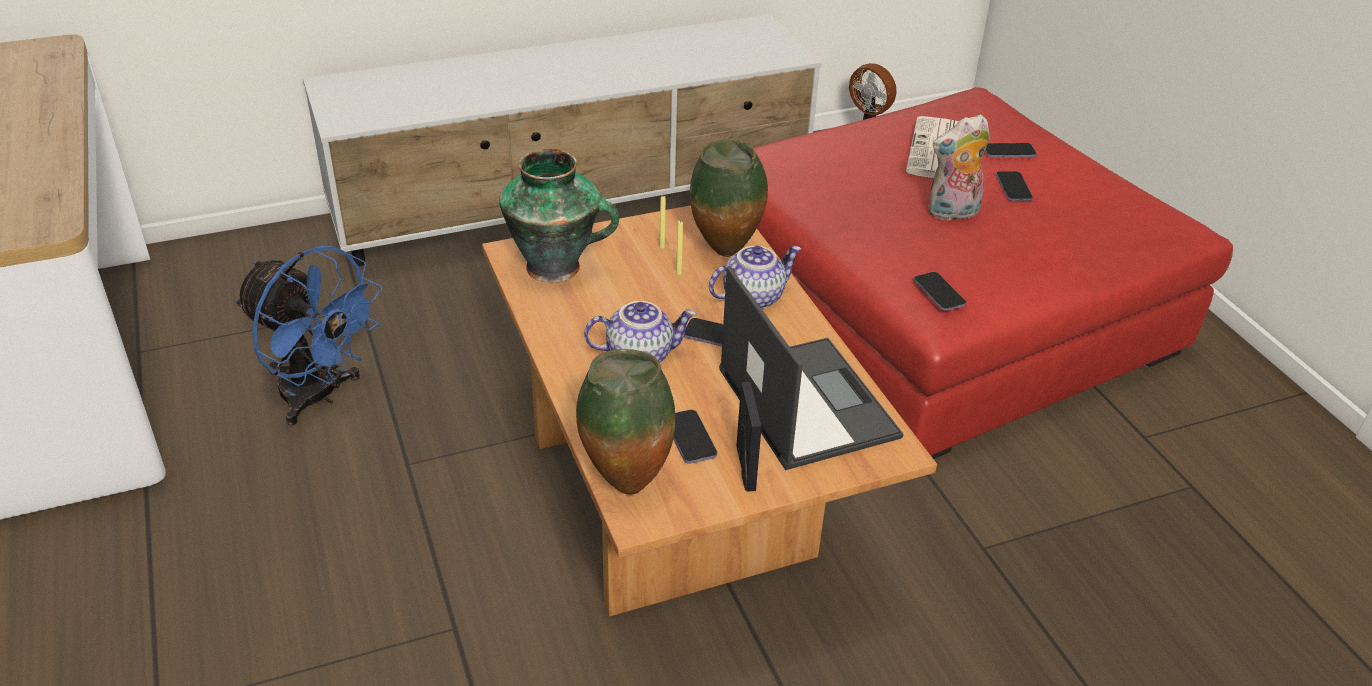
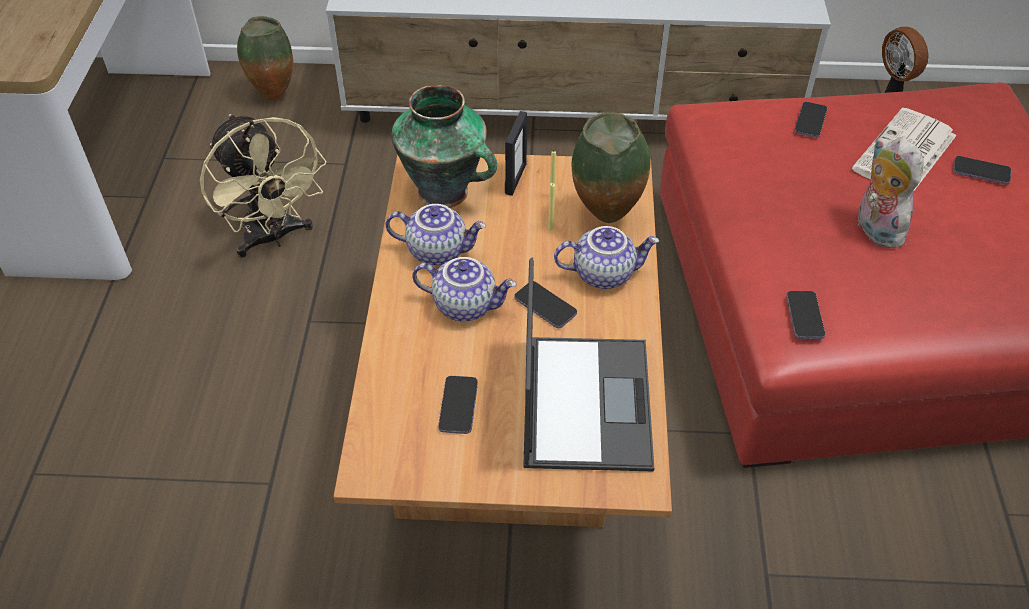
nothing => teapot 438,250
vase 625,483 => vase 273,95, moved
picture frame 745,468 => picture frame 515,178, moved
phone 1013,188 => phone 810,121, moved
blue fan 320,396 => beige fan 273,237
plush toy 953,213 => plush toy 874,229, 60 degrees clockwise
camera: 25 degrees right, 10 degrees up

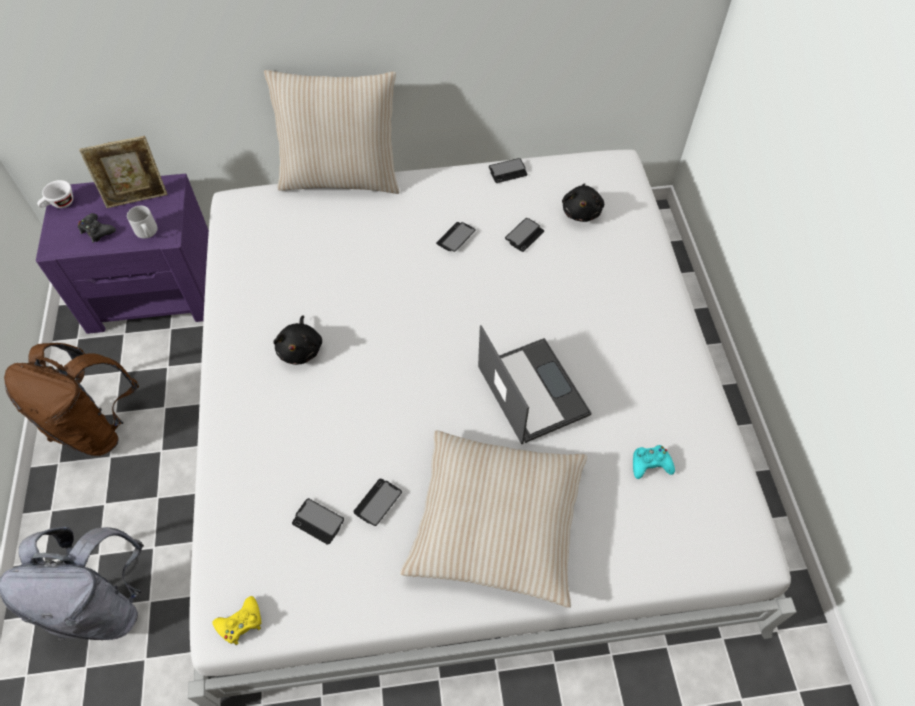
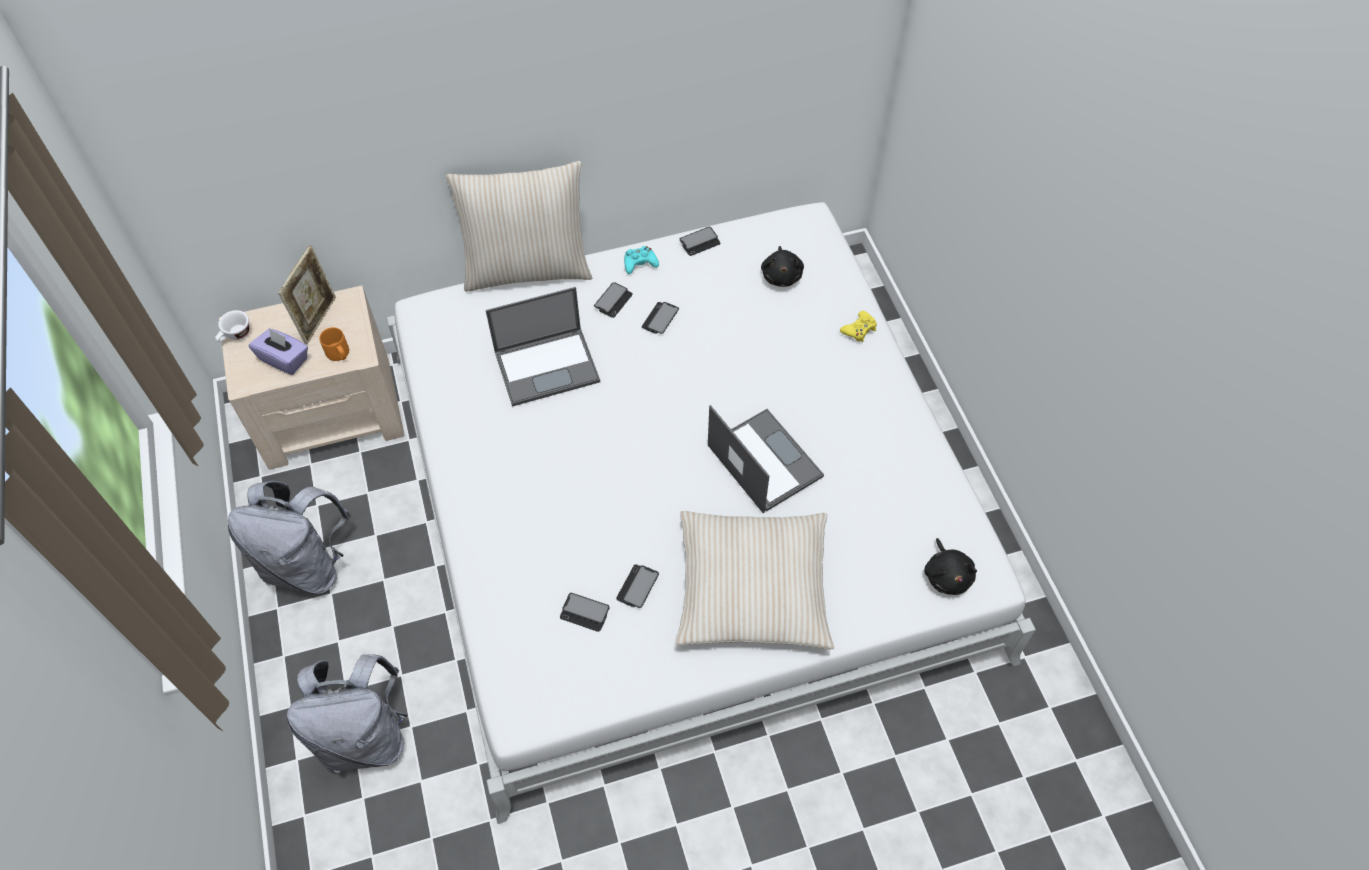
nothing => laptop 548,366
yellow game controller 241,623 => yellow game controller 859,330, moved
black plush toy 301,349 => black plush toy 947,575, moved
phone 524,235 => phone 613,301, moved
turquoise game controller 650,464 => turquoise game controller 640,263, moved
black game controller 97,231 => purple tissue box 285,359
brown backpack 97,426 => grey backpack 308,565
purple nightstand 154,290 => beige nightstand 331,413
grey mug 147,232 => orange mug 339,354
picture frame 137,199 => picture frame 318,319, 45 degrees counterclockwise
camera: 10 degrees left, 0 degrees up

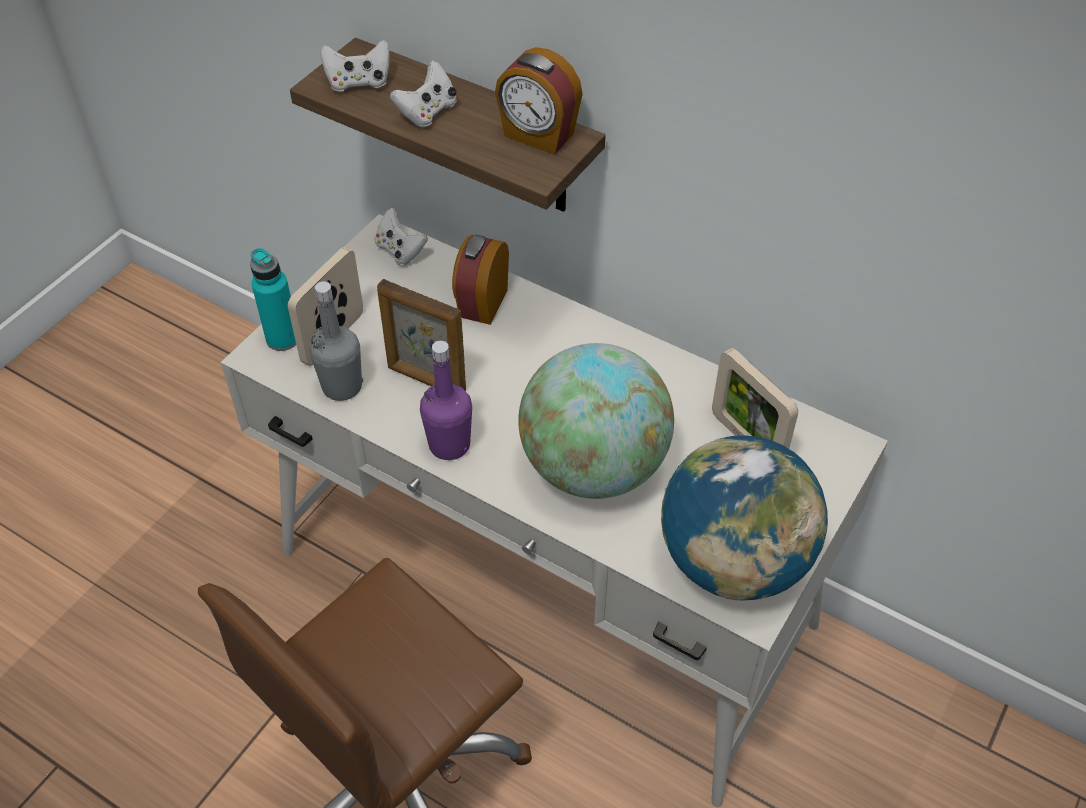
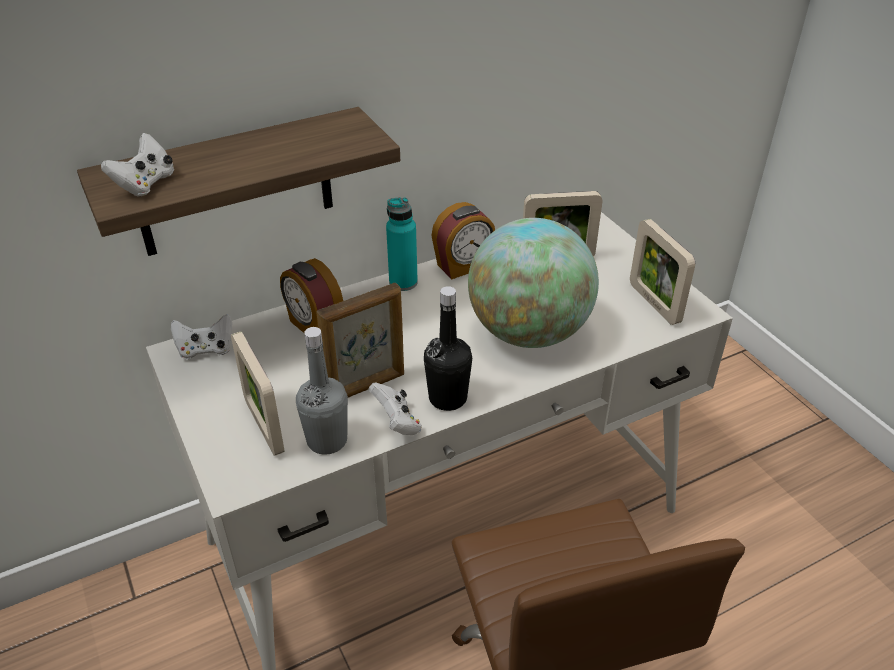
turquoise bottle 283,339 => turquoise bottle 403,282, moved
white game controller 427,112 => white game controller 397,423, moved
alarm clock 538,136 => alarm clock 463,266, moved
globe 733,562 => picture frame 654,303
purple bottle 449,445 => black bottle 447,398
camera: 60 degrees left, 10 degrees down

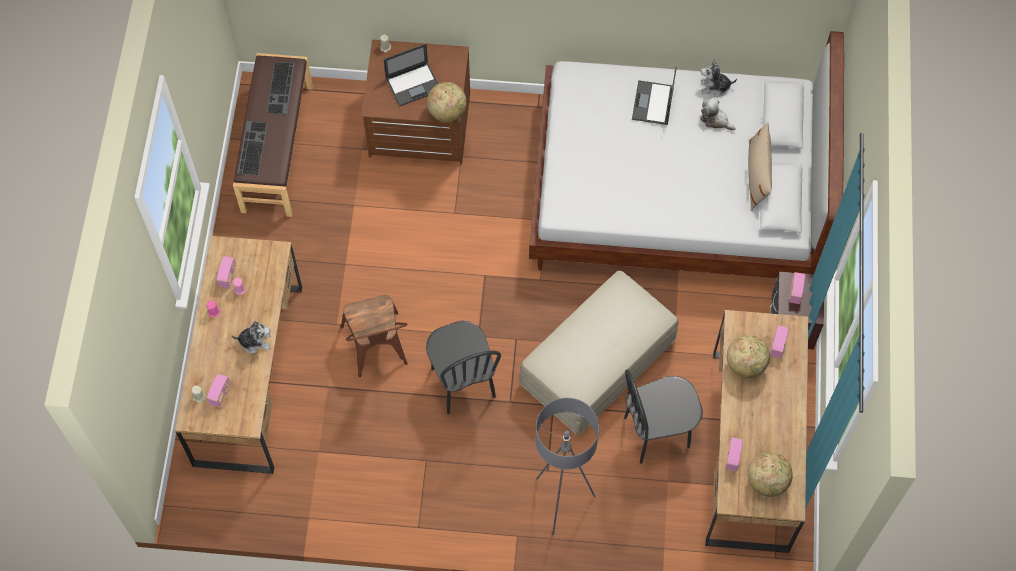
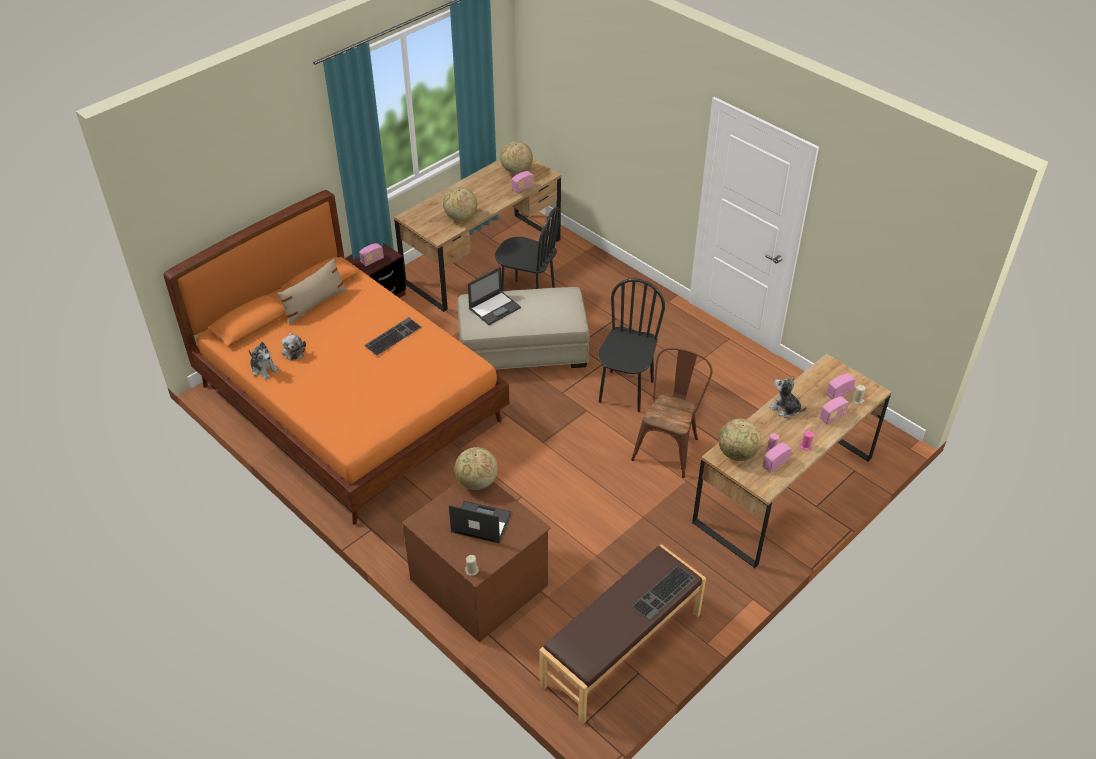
grey floor lamp 560,502 => nothing
nothing => globe 737,454
keyboard 281,88 => keyboard 393,335, moved
laptop 653,103 => laptop 495,308, moved
radio 777,345 => radio 832,416, moved
white bed 676,194 => orange bed 351,405
camera: 140 degrees left, 20 degrees down

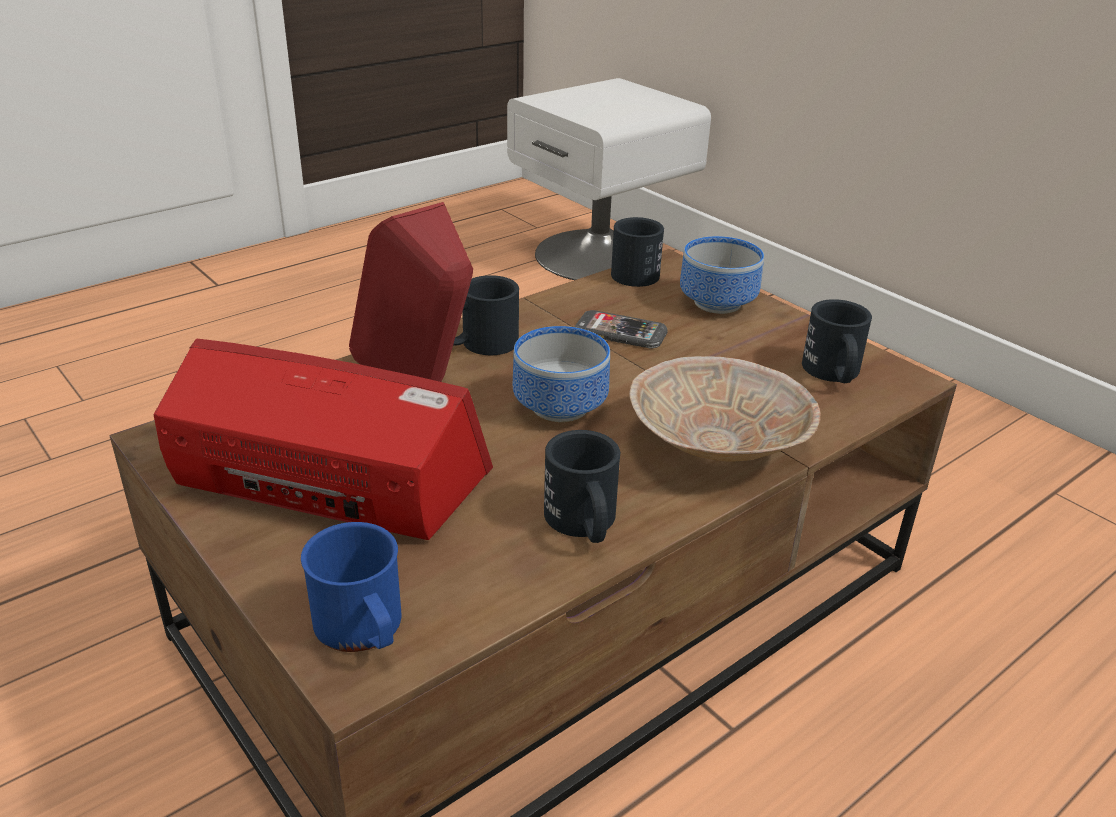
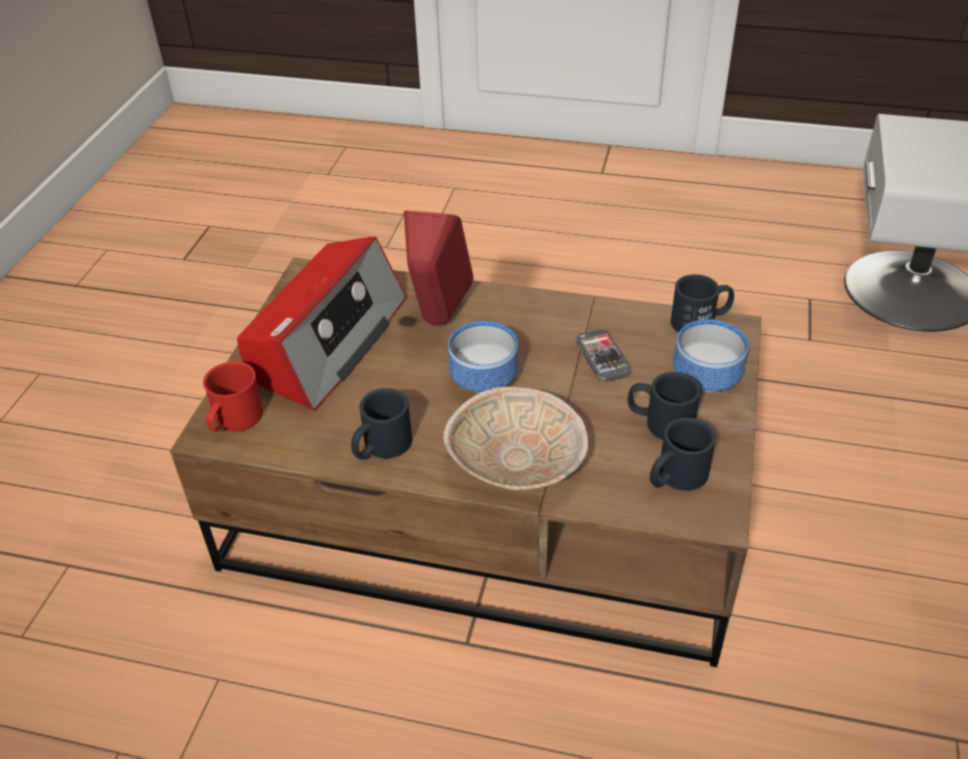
black mug 479,345 => black mug 659,422, moved
blue mug 364,630 => red mug 234,420
radio 327,480 => radio 327,341, 45 degrees clockwise
camera: 55 degrees right, 10 degrees up

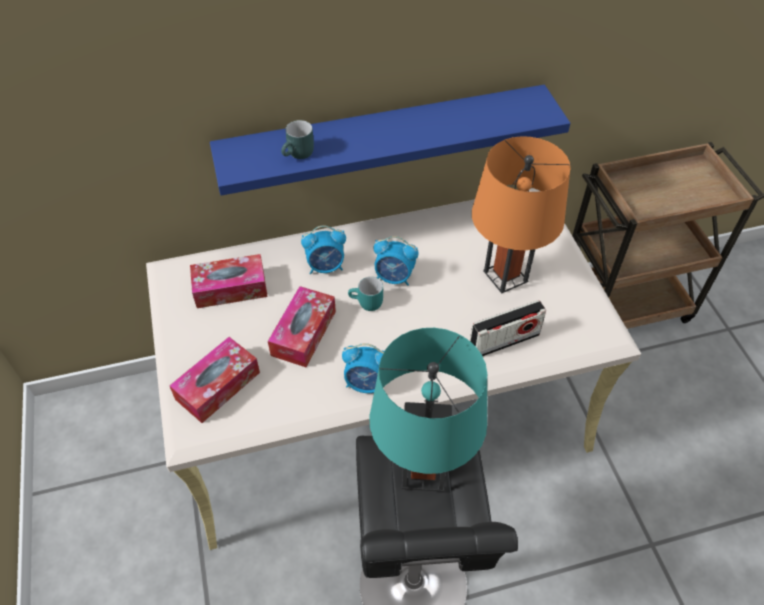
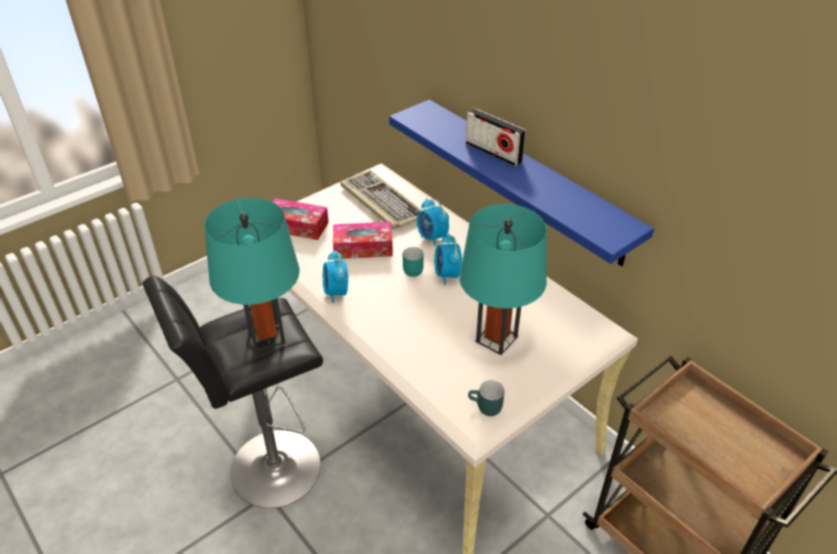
turquoise mug 299,155 => turquoise mug 485,408, moved
radio 504,341 => radio 493,152, moved
tissue box 230,288 => keyboard 380,202
orange table lamp 505,276 => turquoise table lamp 496,339
camera: 65 degrees right, 10 degrees down

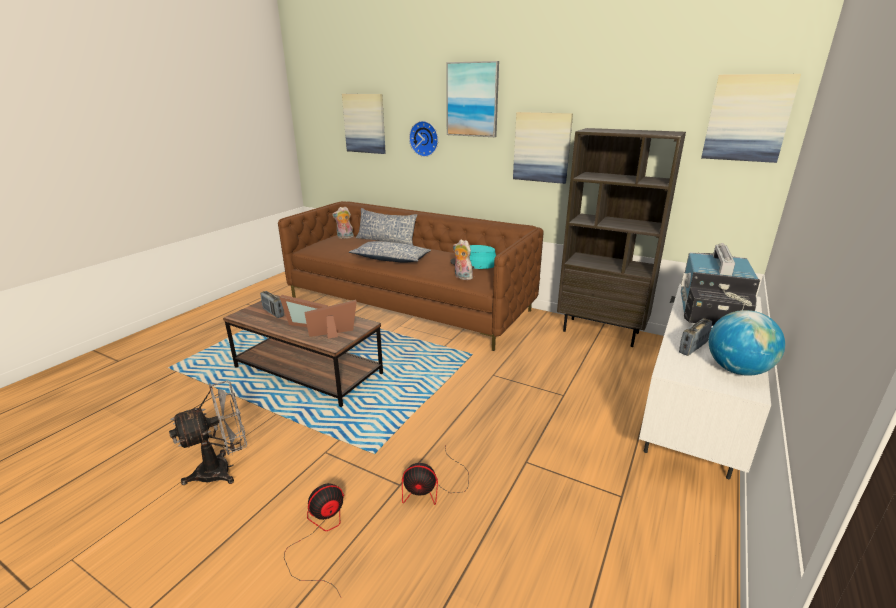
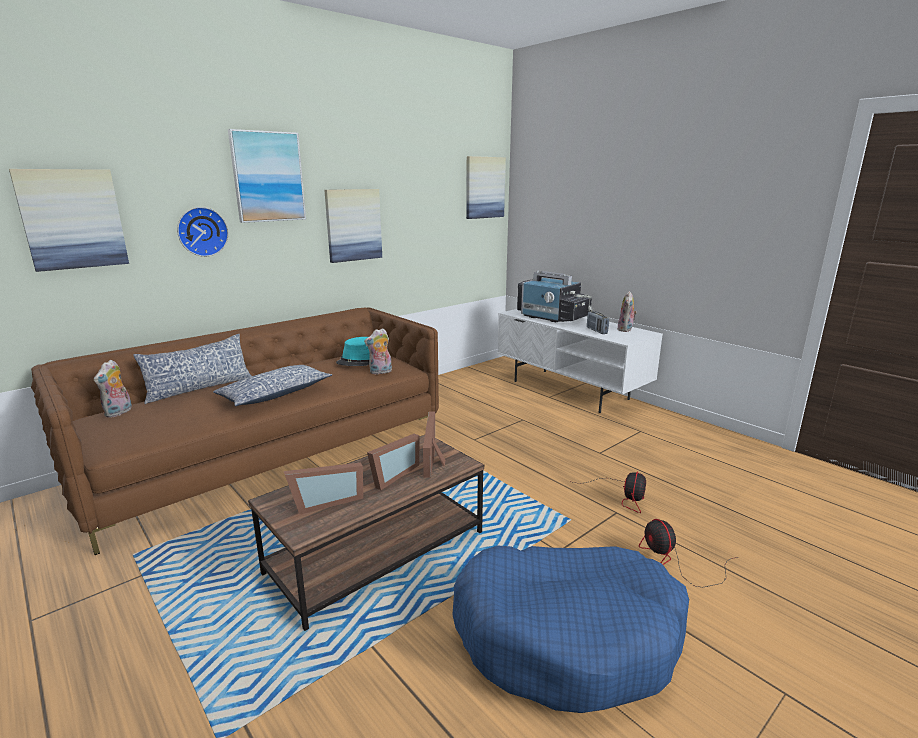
brown bookcase 601,331 => nothing
grey fan 223,469 => blue dog bed 568,636
radio 273,313 => picture frame 326,501
globe 737,370 => plush toy 626,329
camera: 70 degrees left, 5 degrees down

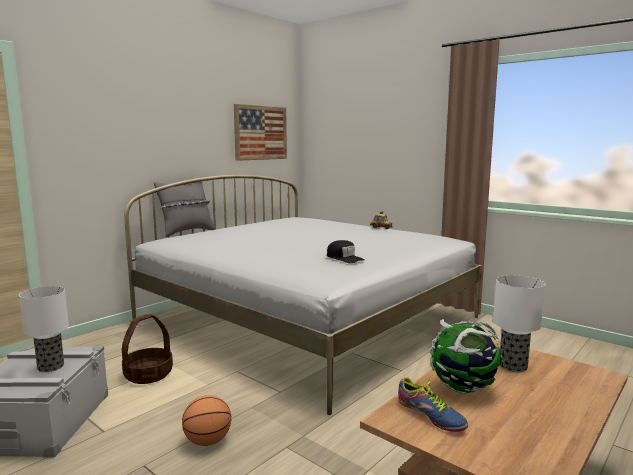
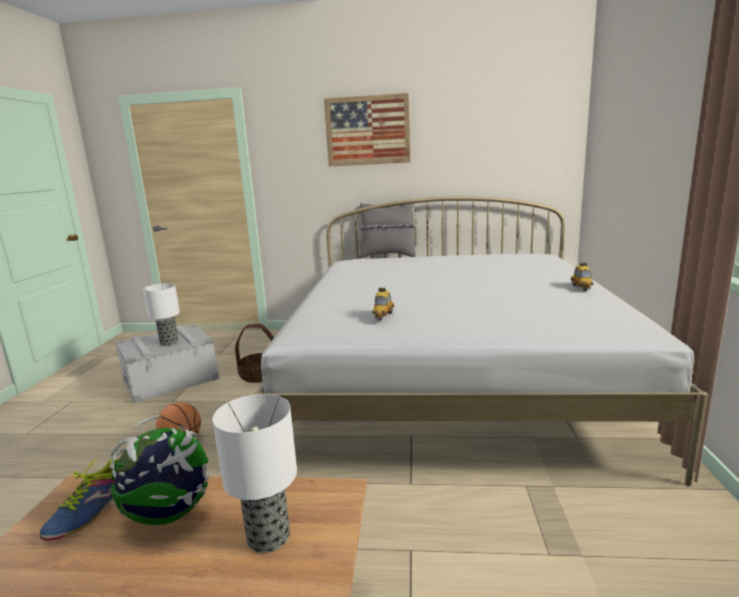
picture 261,132 => picture 368,130, moved
black cap 344,258 => toy car 383,316
camera: 55 degrees right, 5 degrees up

